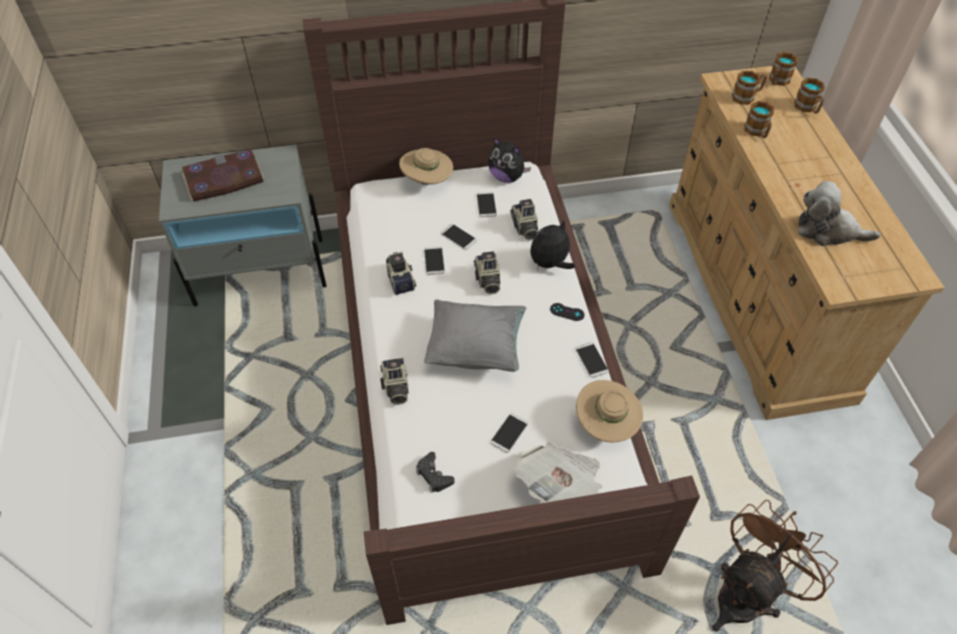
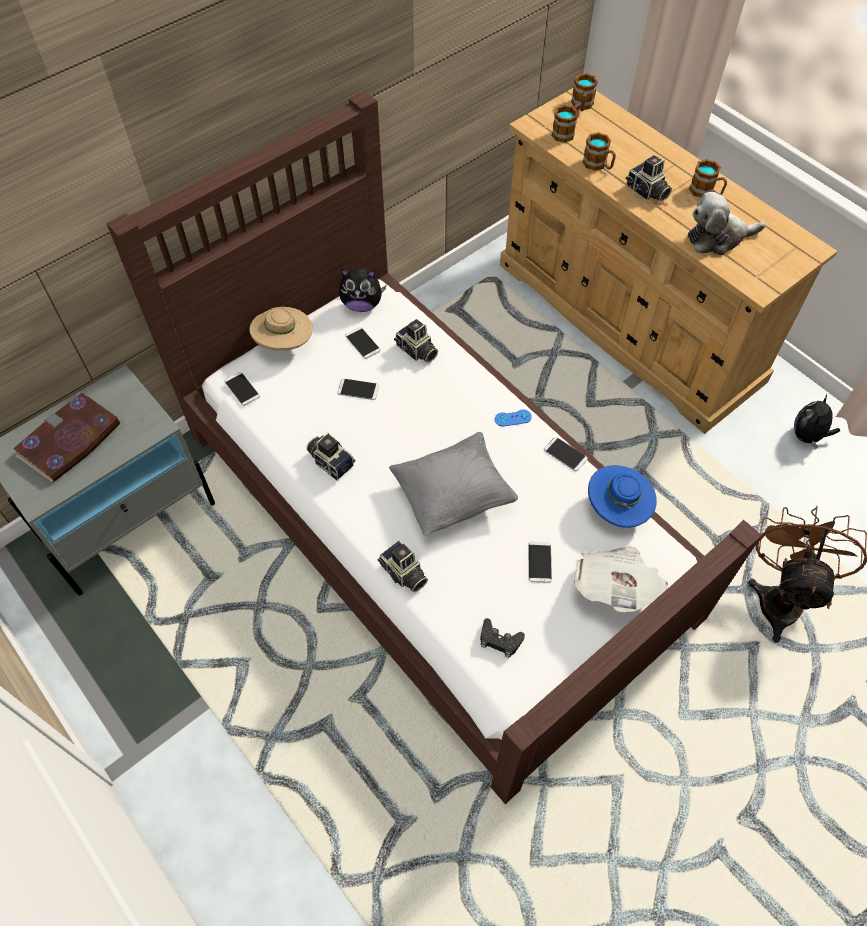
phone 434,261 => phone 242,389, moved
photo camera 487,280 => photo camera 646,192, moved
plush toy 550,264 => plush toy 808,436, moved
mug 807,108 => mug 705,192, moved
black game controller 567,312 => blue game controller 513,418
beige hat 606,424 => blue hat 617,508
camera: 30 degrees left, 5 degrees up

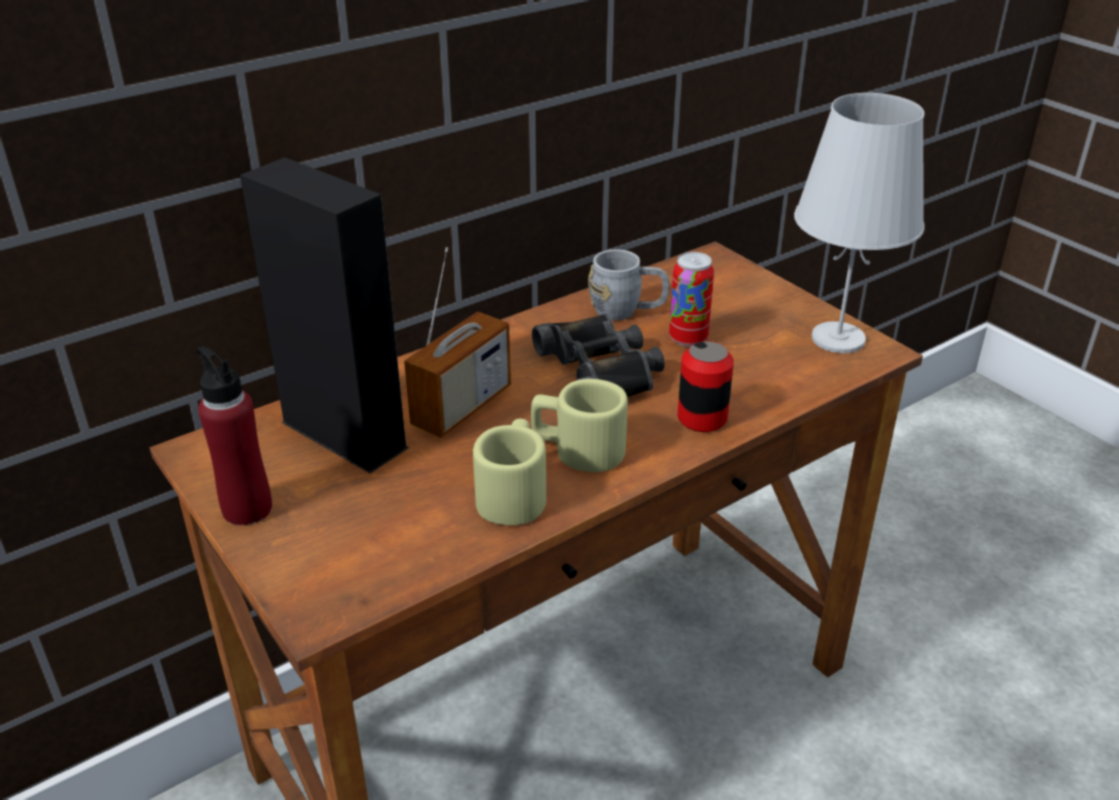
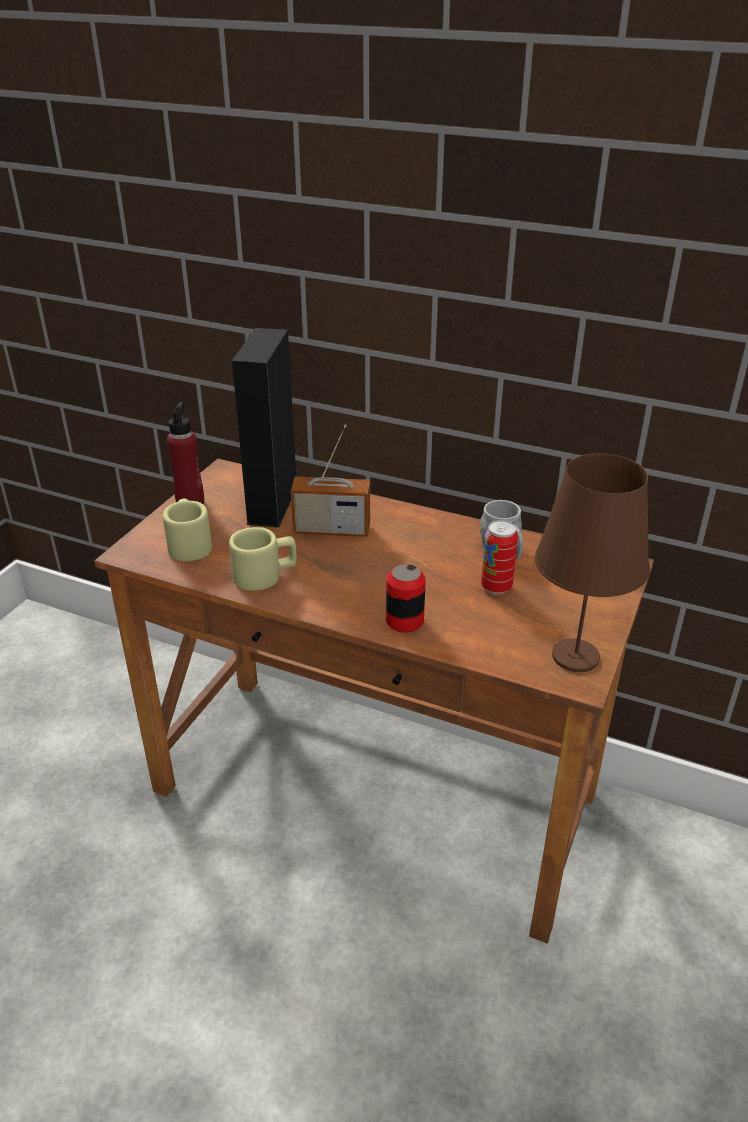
black binoculars 601,370 => nothing
beige mug 577,450 => beige mug 189,544, moved
white table lamp 838,339 => brown table lamp 575,656
camera: 60 degrees right, 0 degrees up

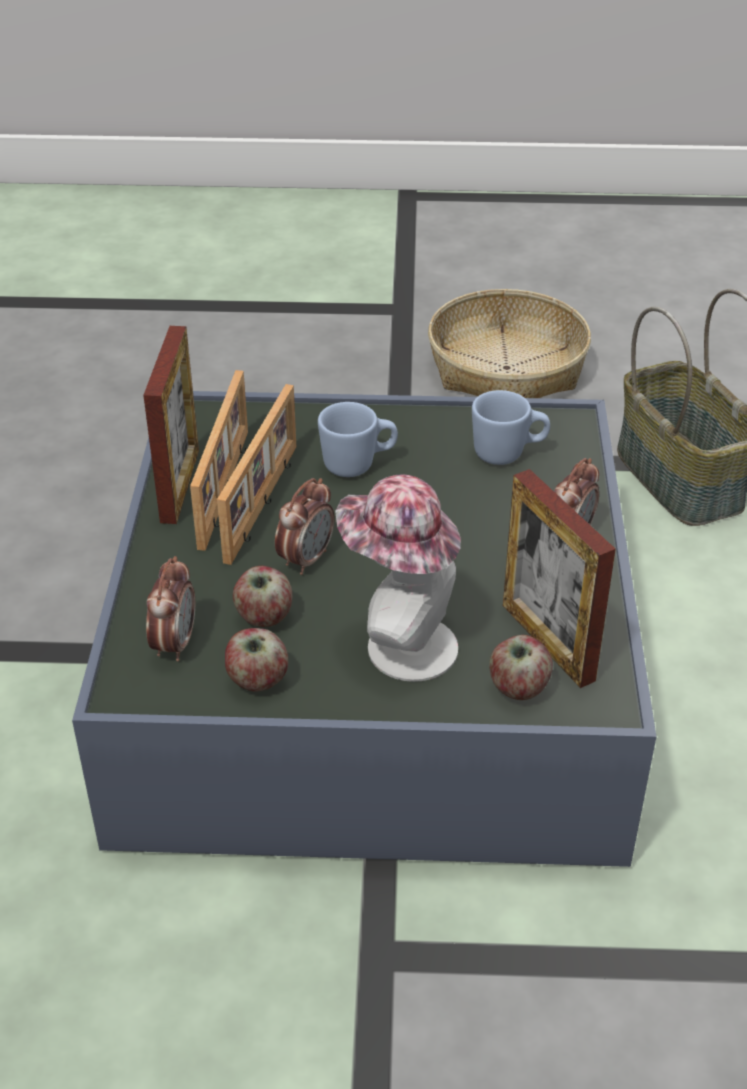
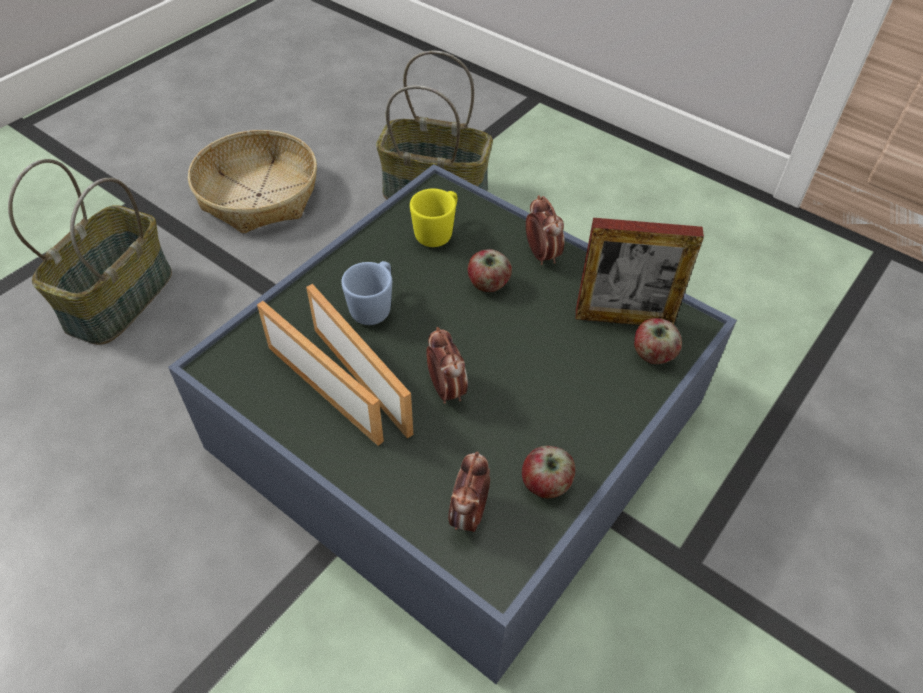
picture frame 180,486 => nothing
hat 400,645 => nothing
nothing => basket 118,298
apple 264,617 => apple 488,284, moved
blue mug 508,453 => yellow mug 437,232
alarm clock 174,643 => alarm clock 469,514, 120 degrees counterclockwise
camera: 55 degrees left, 10 degrees up

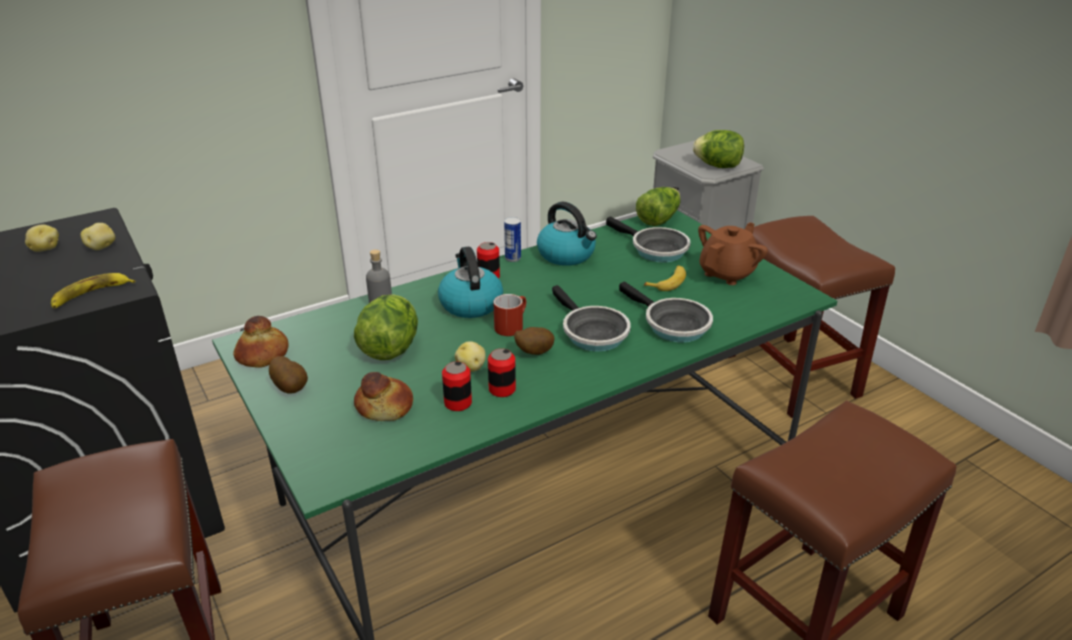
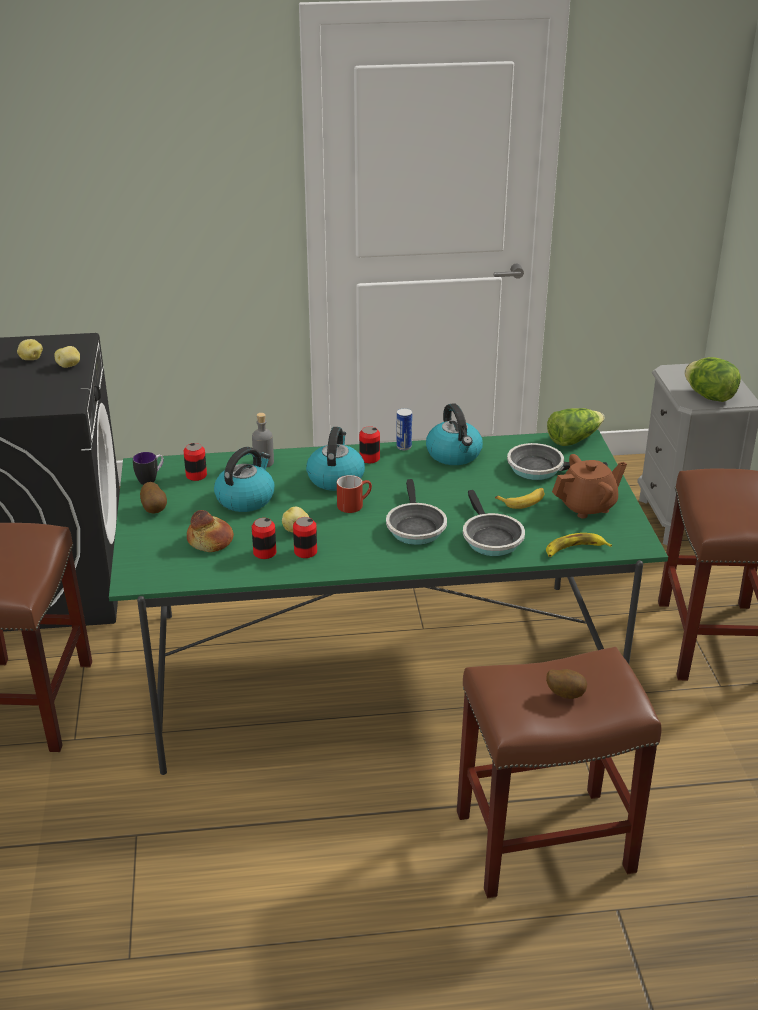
nothing => can 196,475
banana 91,295 => banana 574,549, moved
potato 533,352 => potato 565,694, moved
bread 263,355 => mug 151,479
lettuce 390,348 => kettle 245,498
frying pan 655,249 => frying pan 540,468, 120 degrees clockwise
camera: 25 degrees right, 0 degrees up

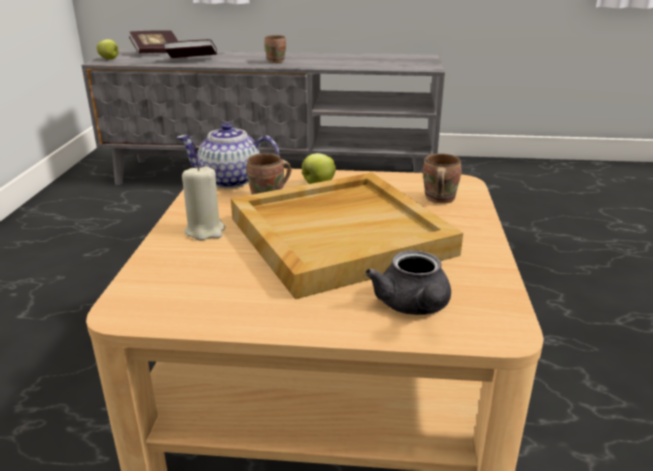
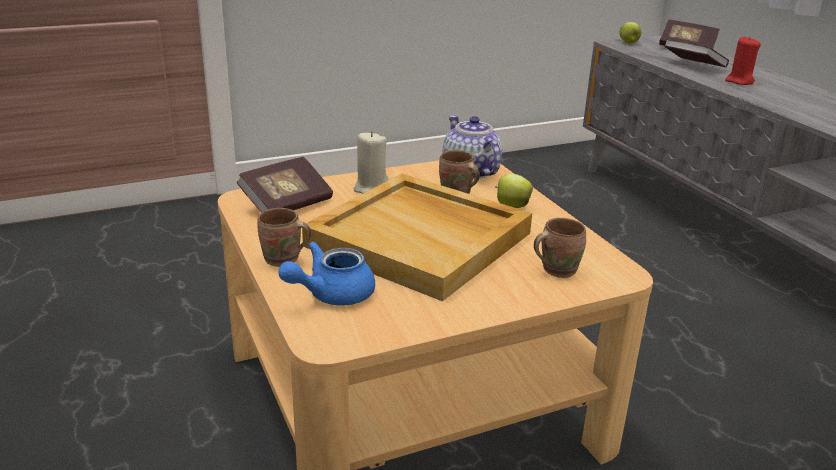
nothing => book 287,204
nothing => red candle 739,81
brown mug 277,61 => brown mug 283,260, moved
grey teapot 414,307 => blue teapot 331,294
camera: 60 degrees right, 0 degrees up

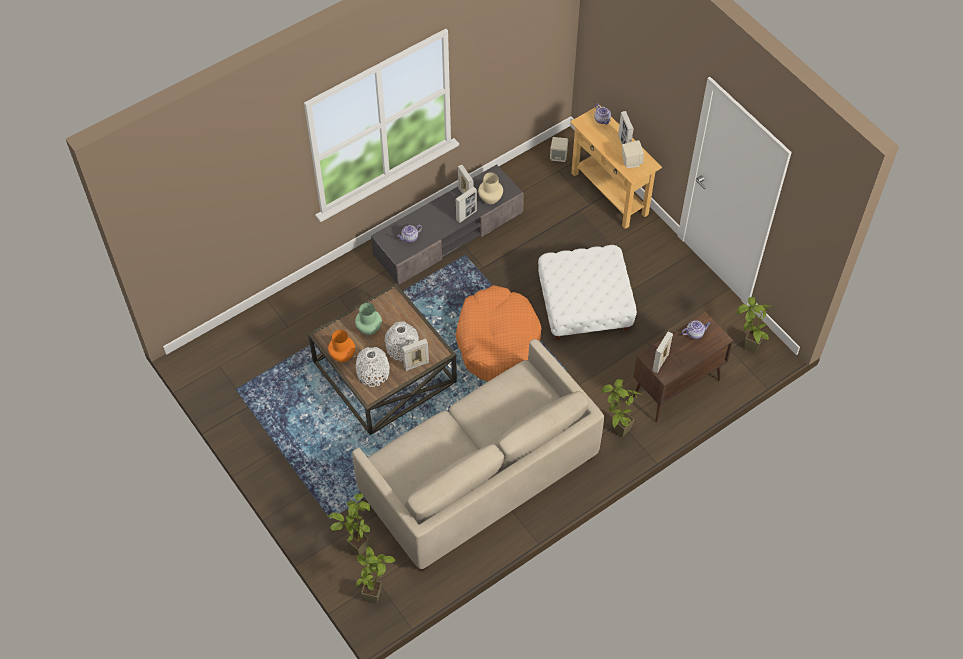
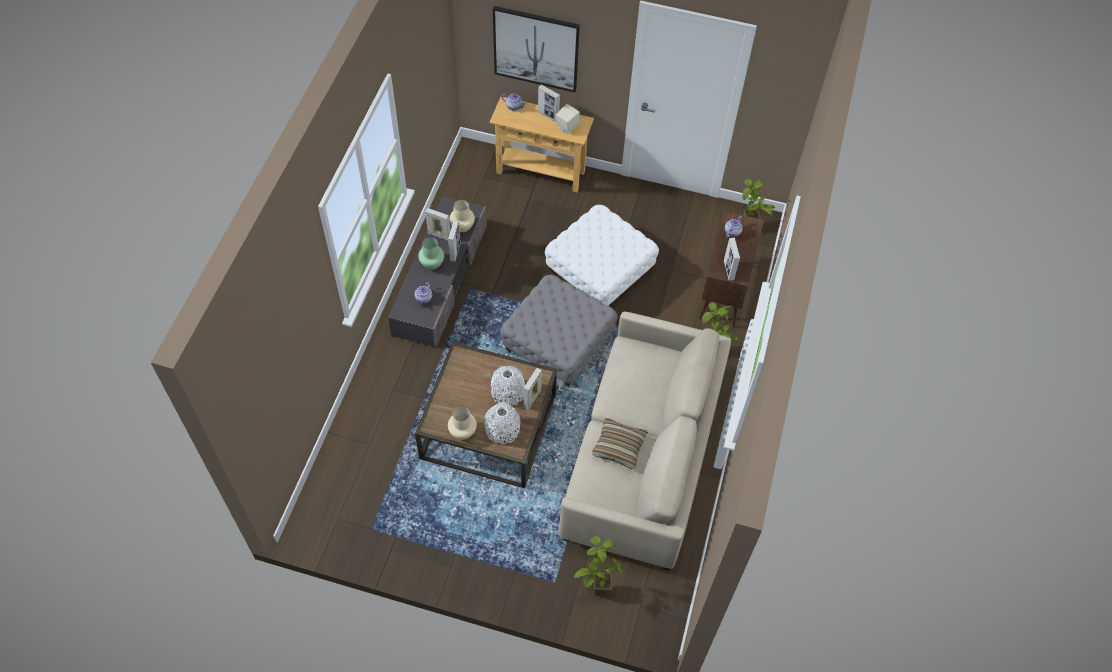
potted plant 376,592 => nothing
beige speaker 558,156 => nothing
nothing => picture 536,48
nothing => pillow 619,447
green vase 369,328 => green vase 432,263, moved
orange dog bed 497,341 => grey ottoman 558,342
orange vase 342,356 => beige vase 463,432
camera: 40 degrees left, 0 degrees up

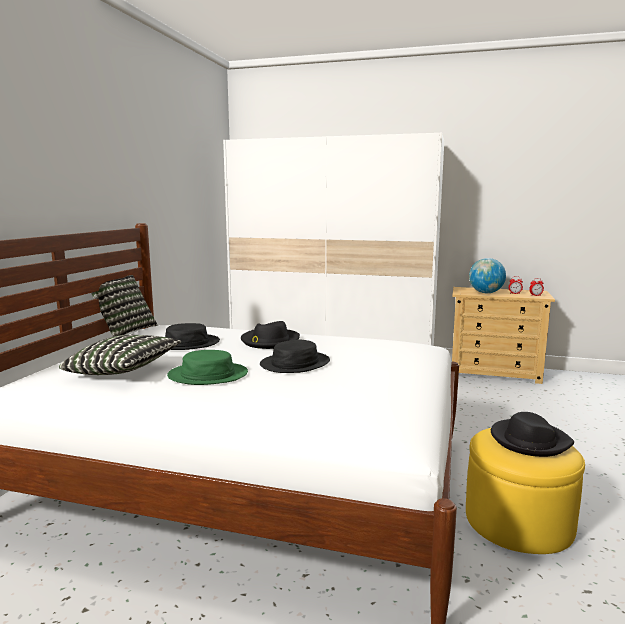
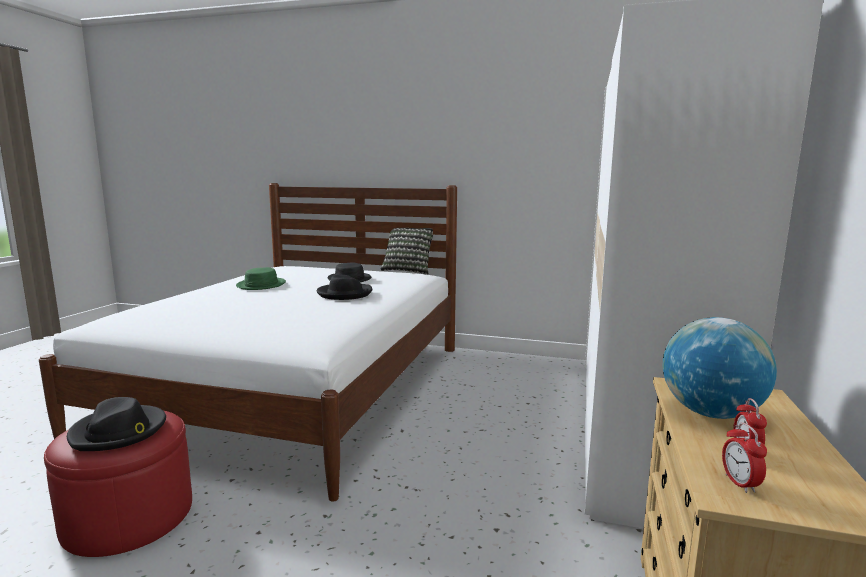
pillow 123,371 => nothing
black hat 295,364 => nothing
yellow ottoman 518,521 => red ottoman 129,516
camera: 90 degrees right, 0 degrees up

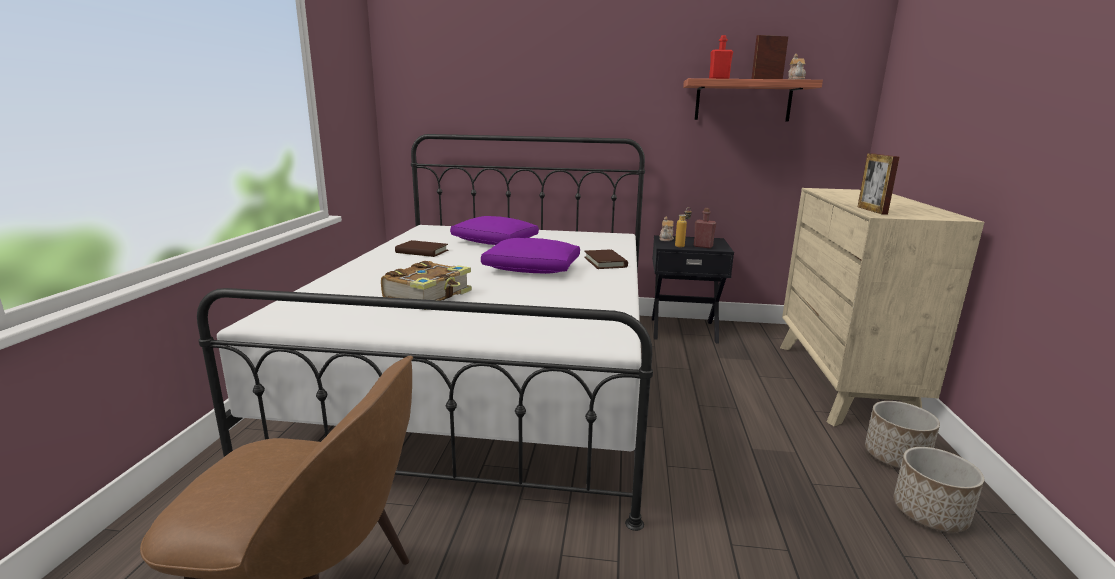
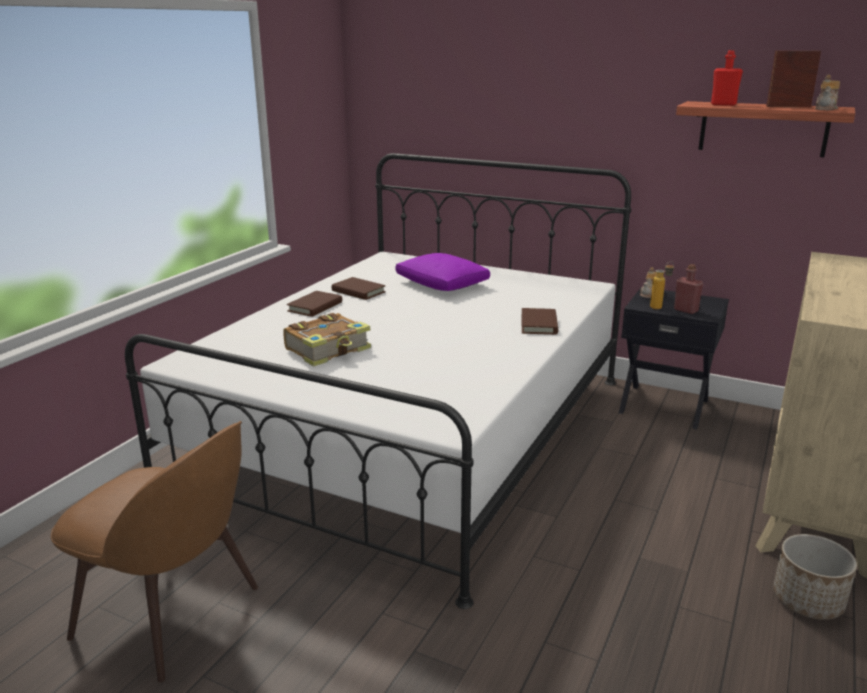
purple pillow 533,269 => nothing
picture frame 872,210 => nothing
planter 930,513 => nothing
nothing => brown book 315,307
camera: 20 degrees right, 5 degrees up

